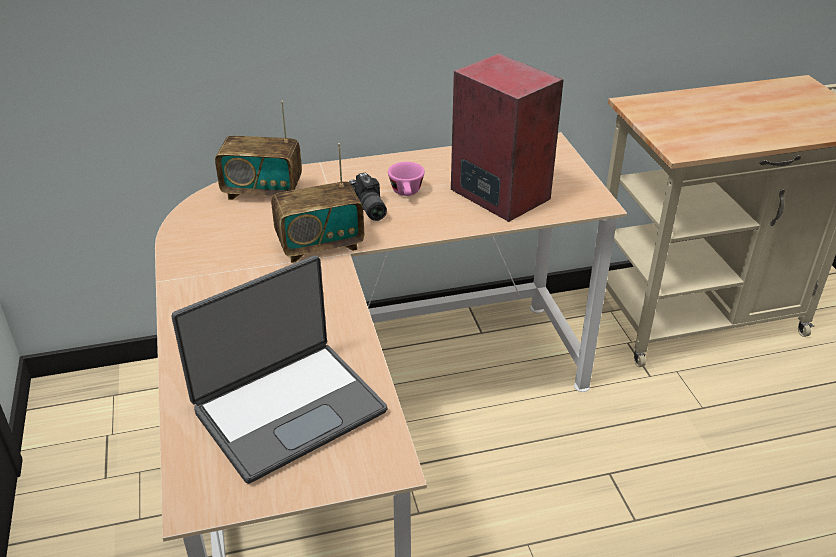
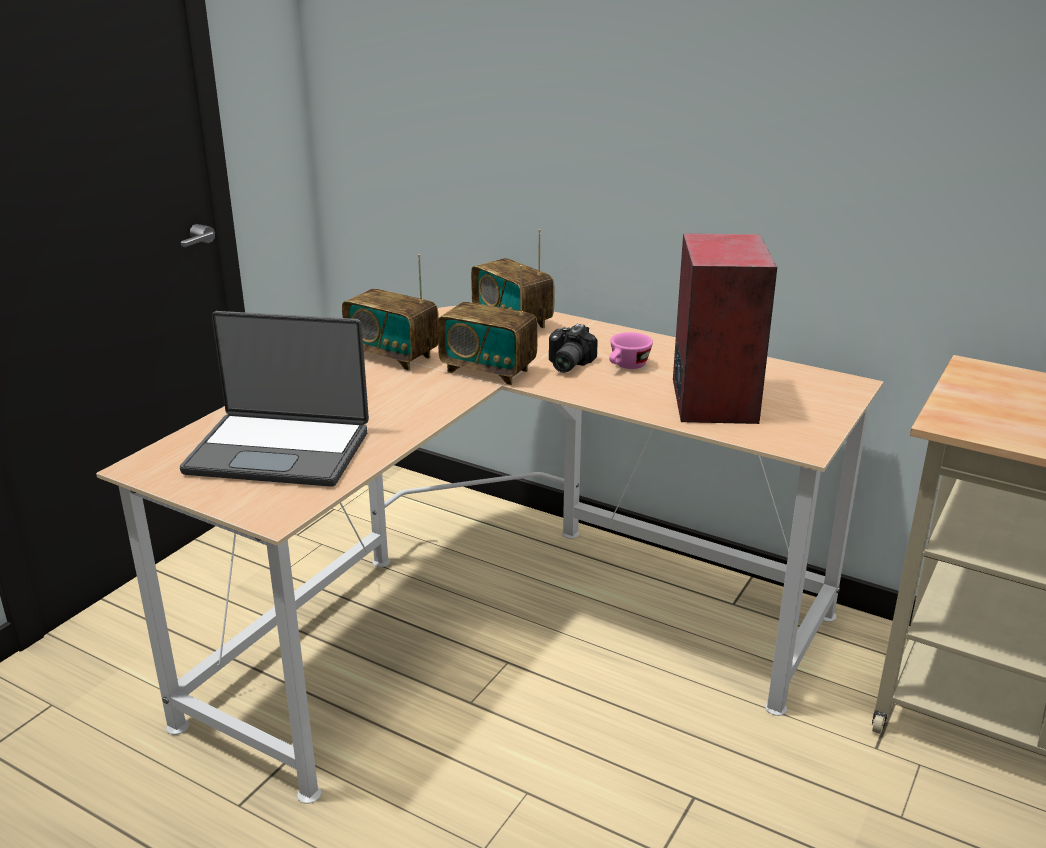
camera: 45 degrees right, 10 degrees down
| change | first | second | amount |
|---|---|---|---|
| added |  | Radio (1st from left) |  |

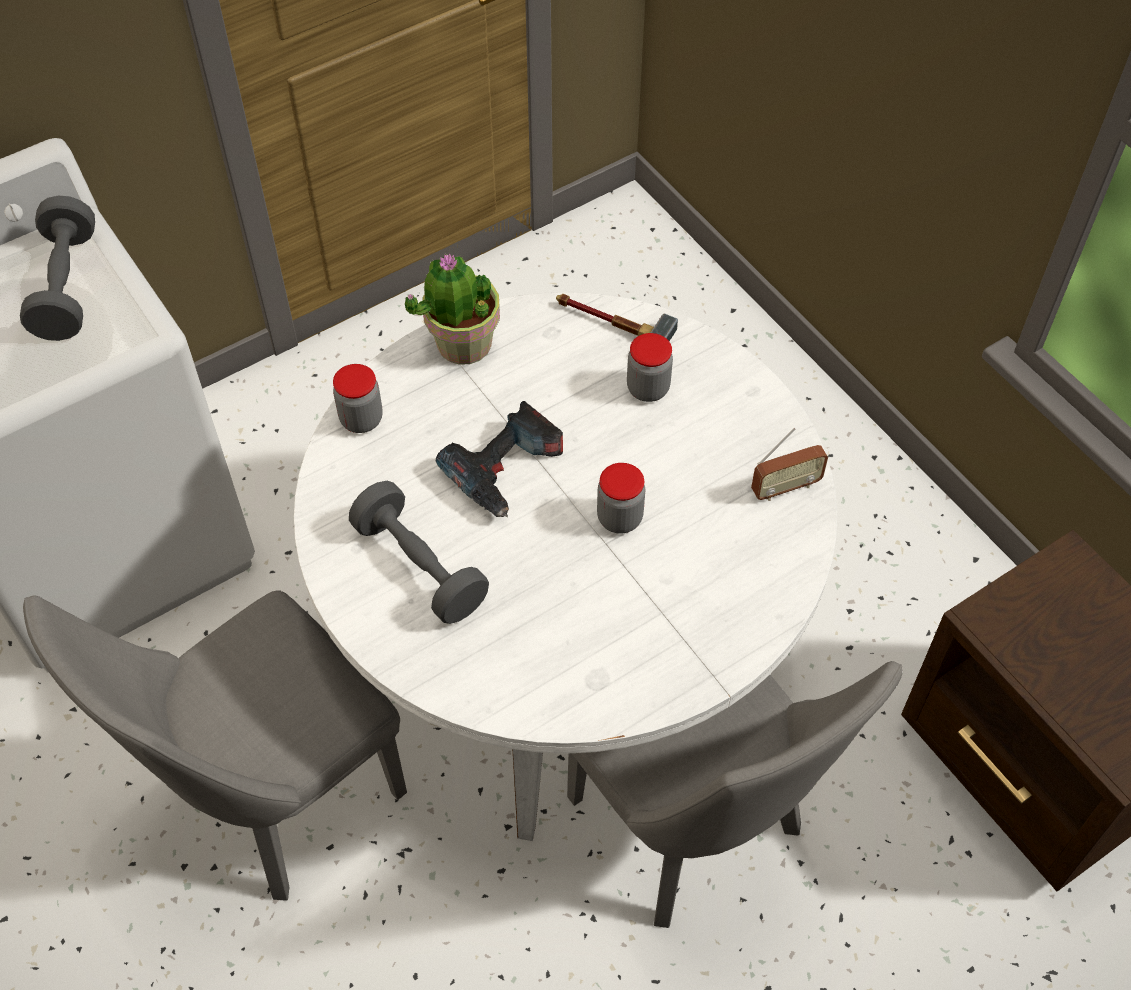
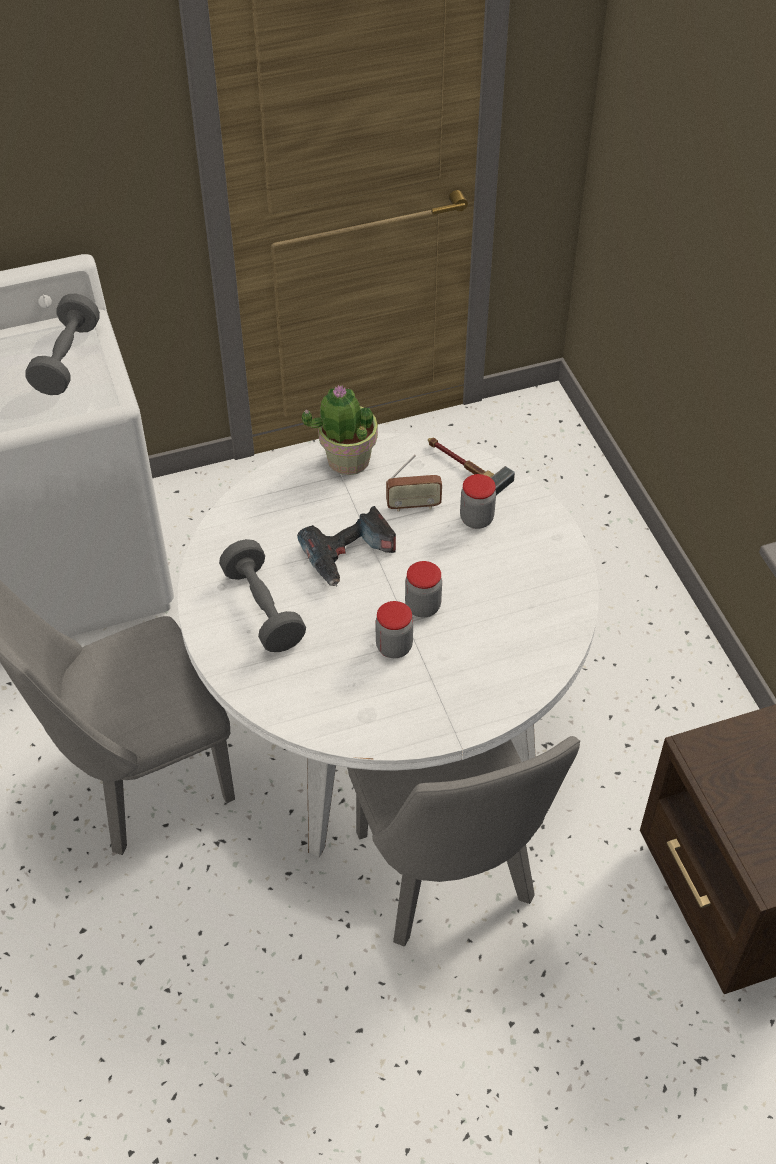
camera: 15 degrees right, 5 degrees down
| change | first | second | amount |
|---|---|---|---|
| moved | Vorratsglas (1st from left) |  |  |
| moved | Radio |  |  |

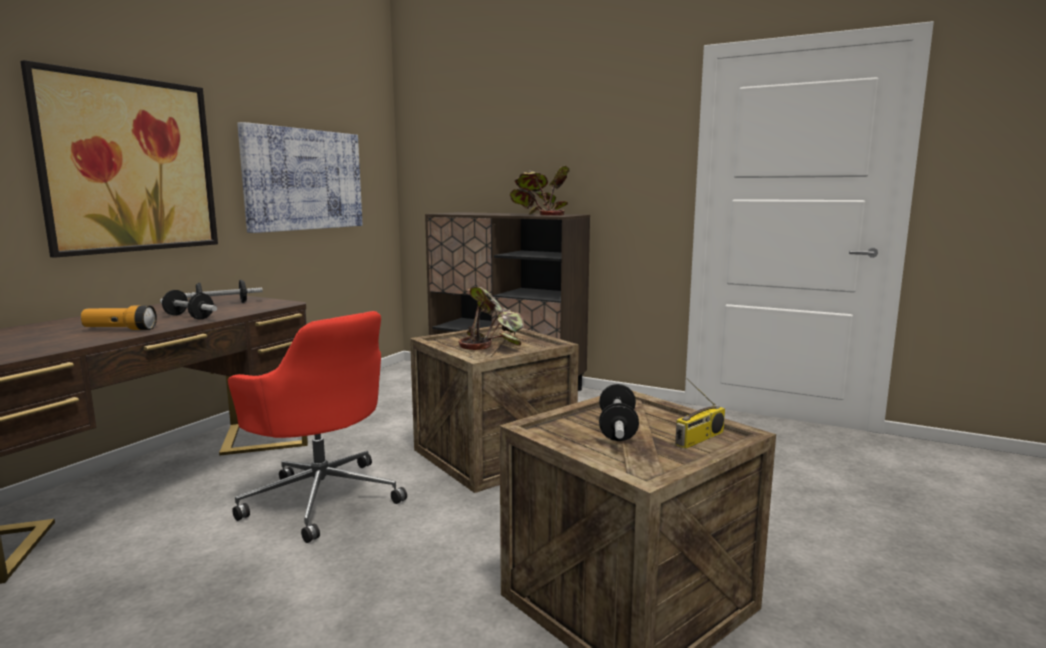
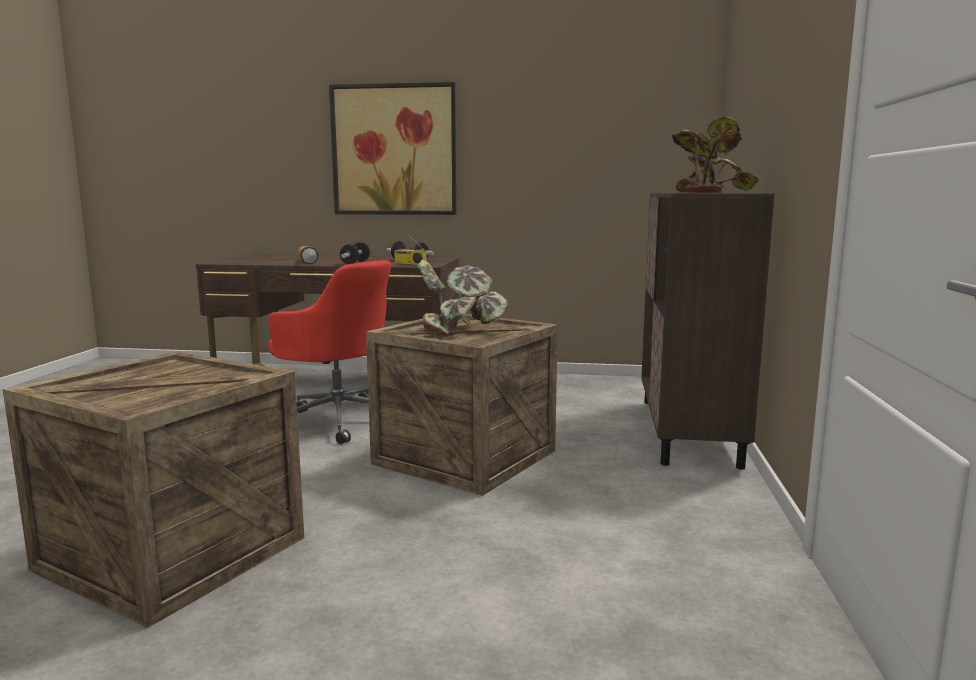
camera: 70 degrees right, 0 degrees up
| change | first | second | amount |
|---|---|---|---|
| turned | Bürostuhl (rot) |  | 75 degrees counterclockwise |
| moved | Radio |  |  |
| removed | Bild (2nd from left) |  |  |
| removed | Hantel (3rd from left) |  |  |

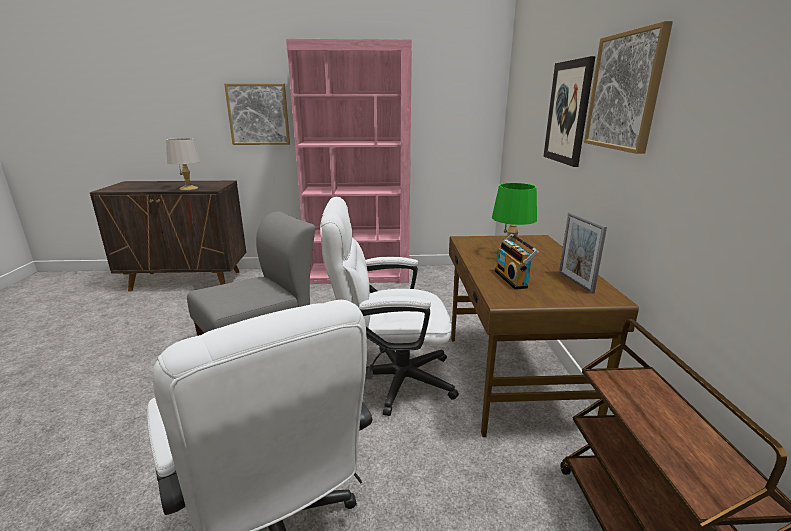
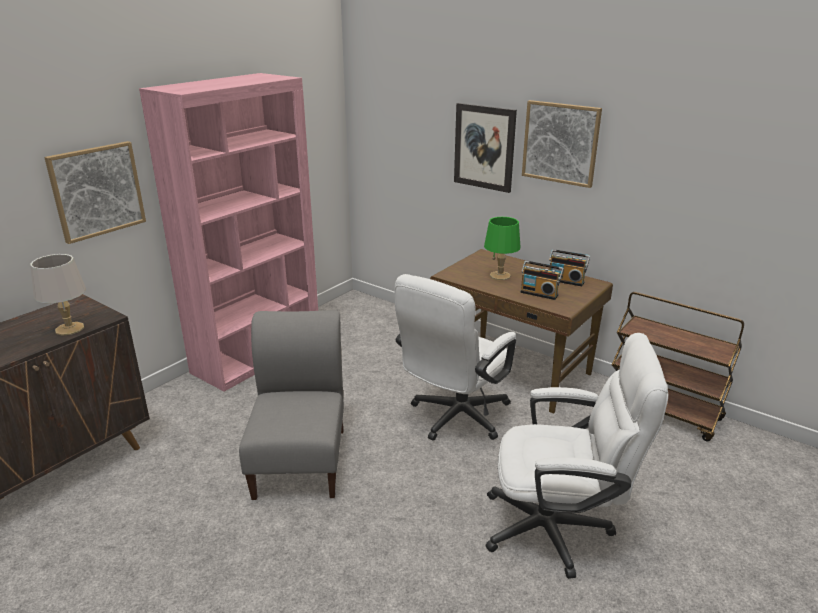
camera: 50 degrees left, 5 degrees up
| change | first | second | amount |
|---|---|---|---|
| replaced | Bilderrahmen | Radio (2nd from left) |  |

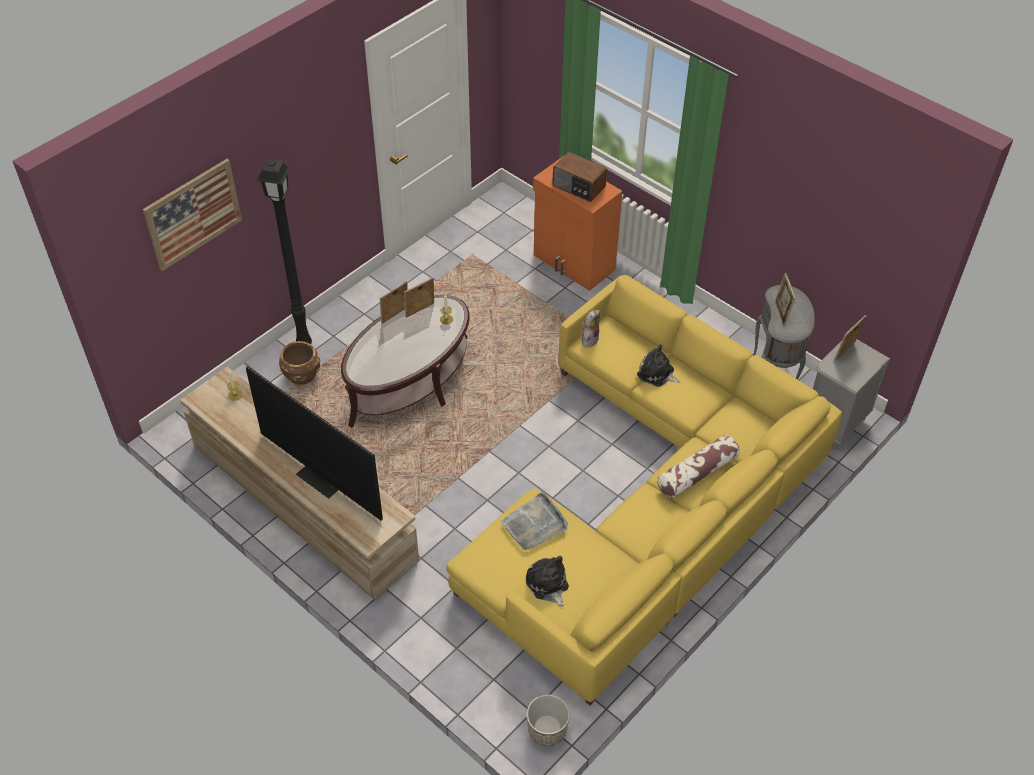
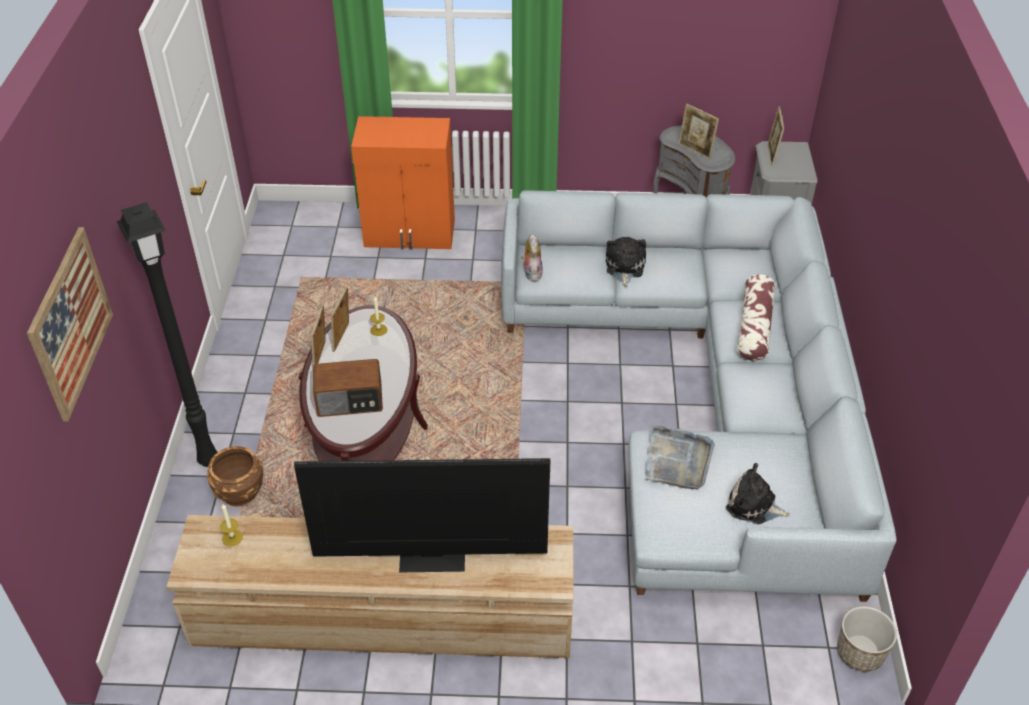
camera: 40 degrees left, 5 degrees down
| change | first | second | amount |
|---|---|---|---|
| moved | Radio |  |  |
| recoloured | Sofa (gelb) | Sofa (grau) |  |
| turned | Plüschtier (3rd from left in the first image) | Plüschtier (2nd from left) | 105 degrees clockwise |

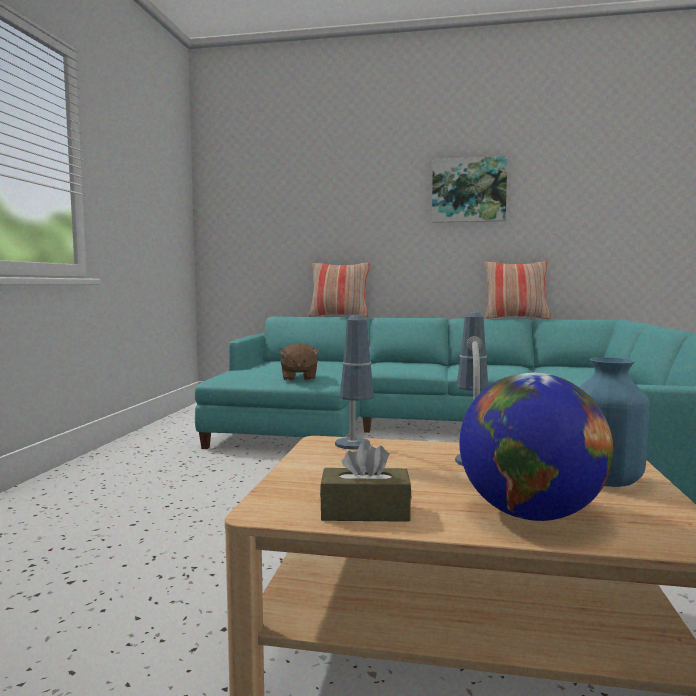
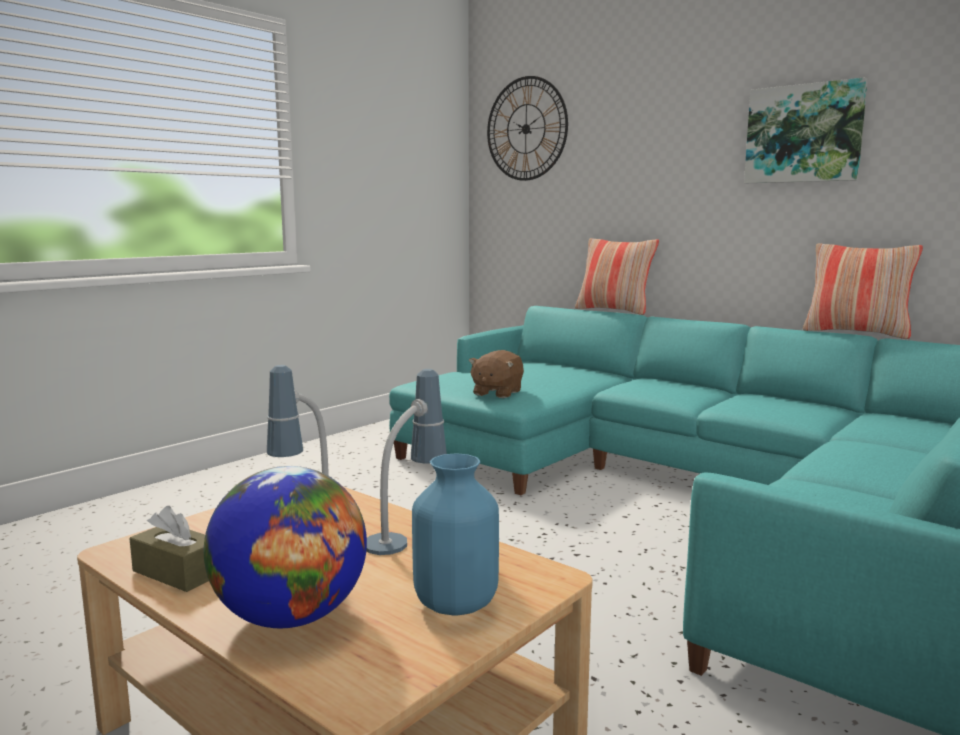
camera: 30 degrees right, 5 degrees up
| change | first | second | amount |
|---|---|---|---|
| added |  | Wanduhr |  |

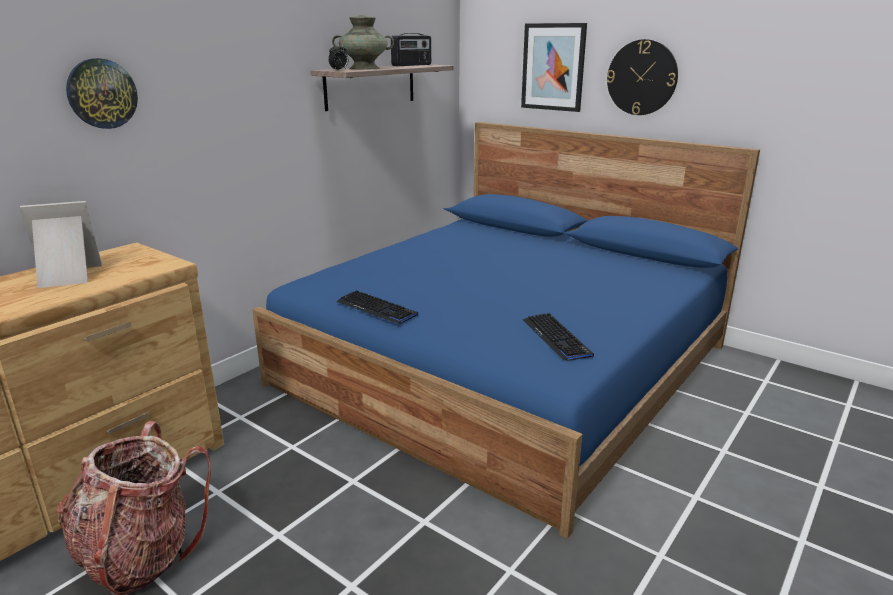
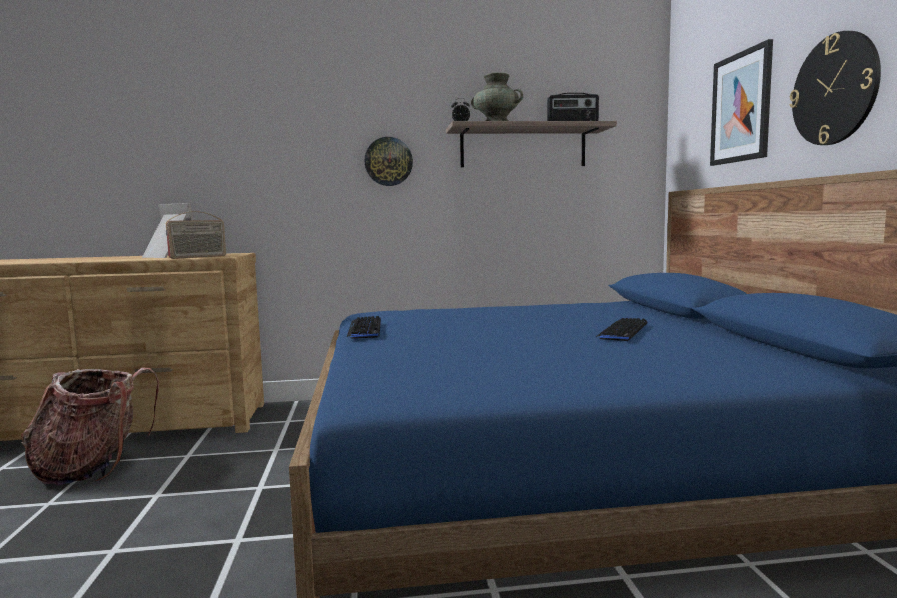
camera: 45 degrees right, 15 degrees down
| change | first | second | amount |
|---|---|---|---|
| added |  | Radio (1st from left) |  |
| moved | Wanduhr (1st from left) |  |  |
| moved | Tastatur (2nd from left) |  |  |

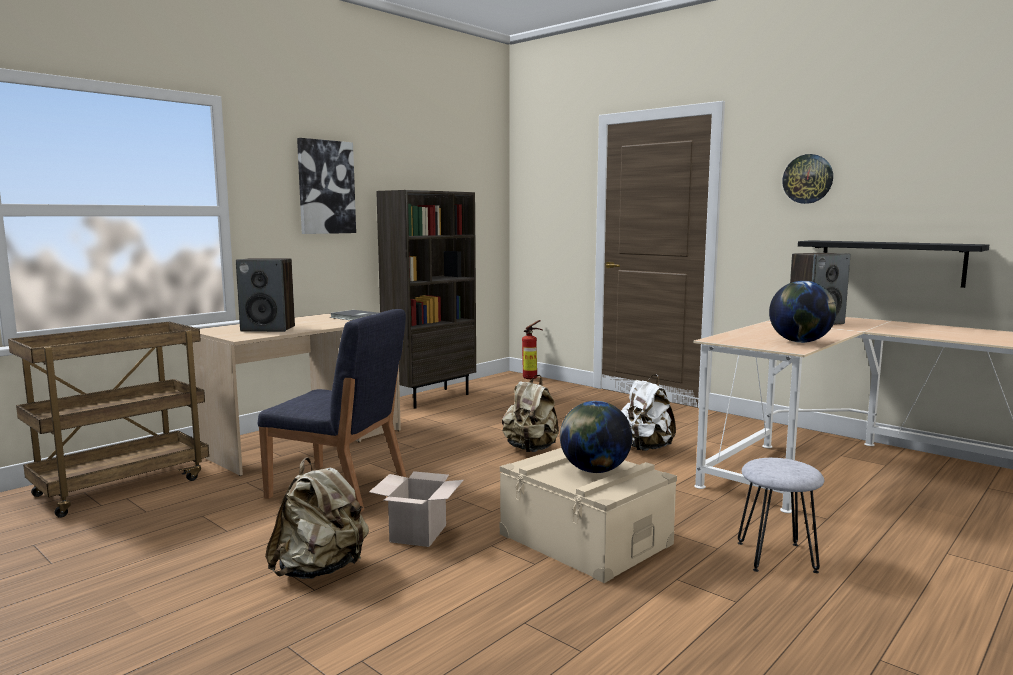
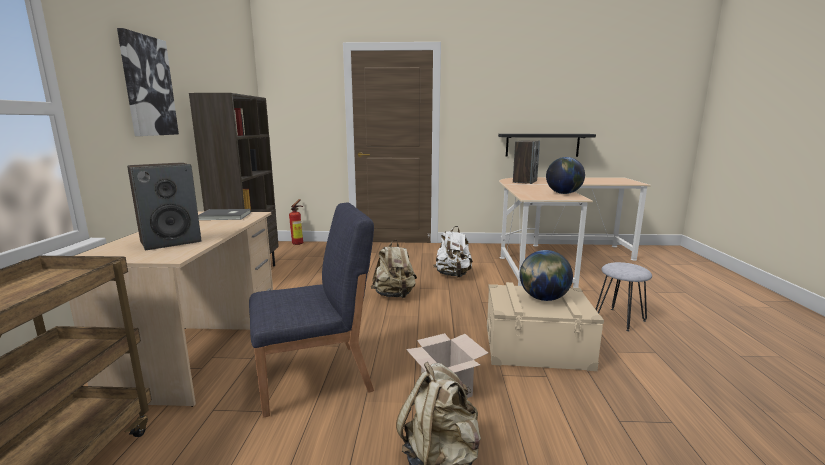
camera: 40 degrees left, 5 degrees up
| change | first | second | amount |
|---|---|---|---|
| removed | Wanduhr |  |  |

